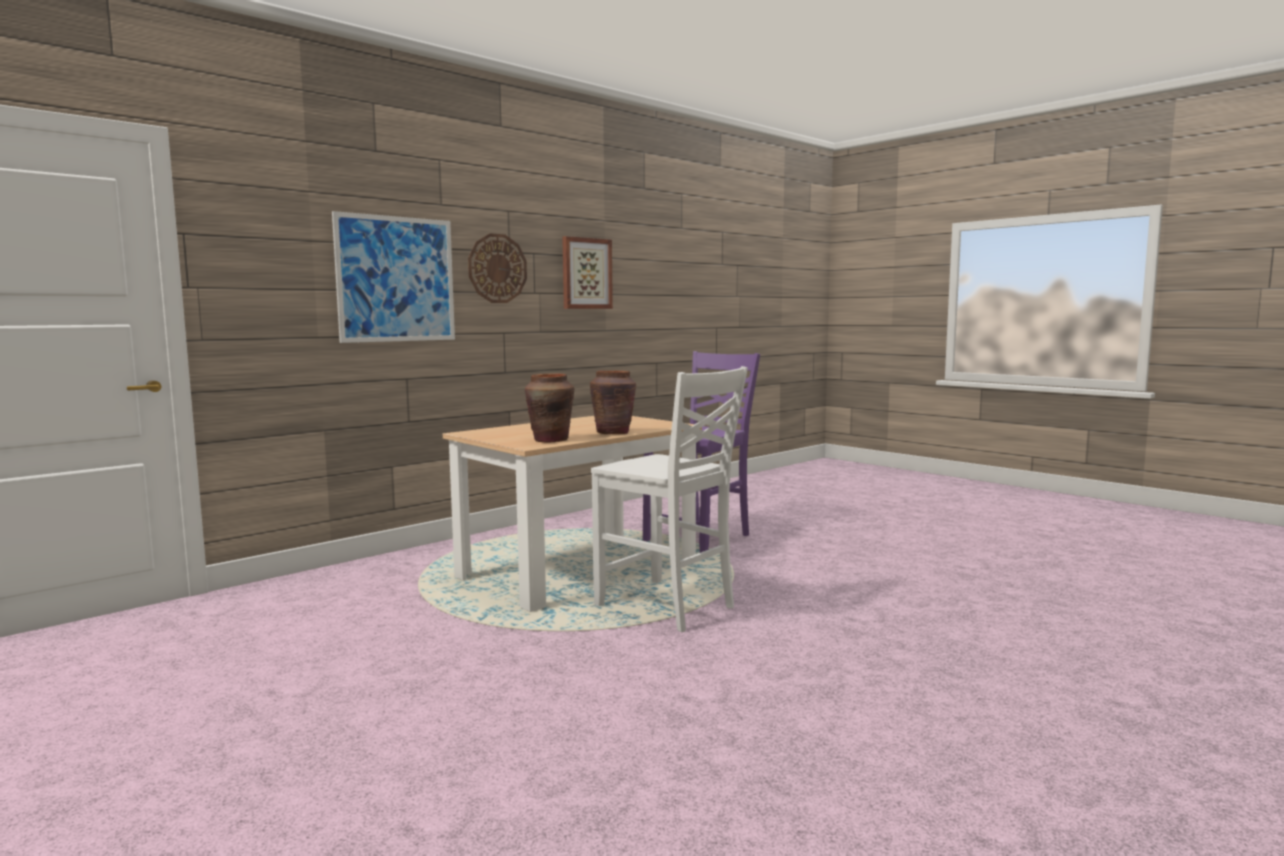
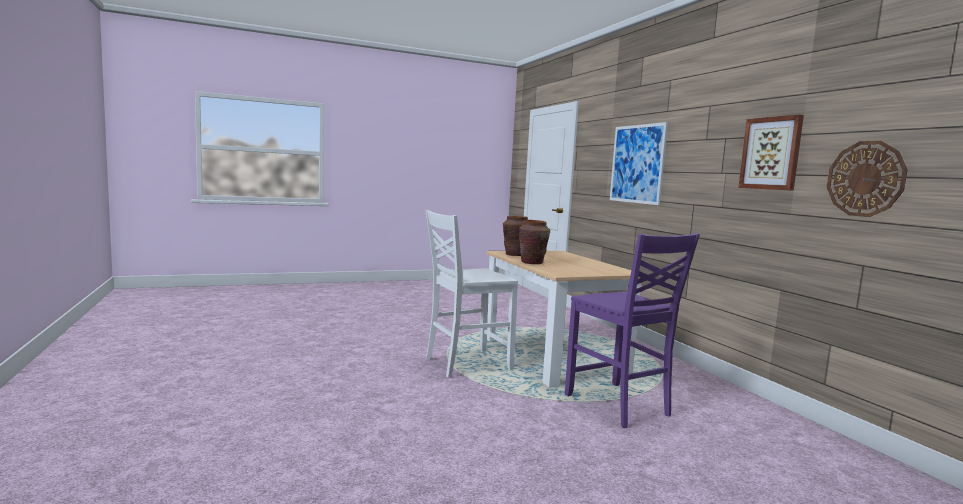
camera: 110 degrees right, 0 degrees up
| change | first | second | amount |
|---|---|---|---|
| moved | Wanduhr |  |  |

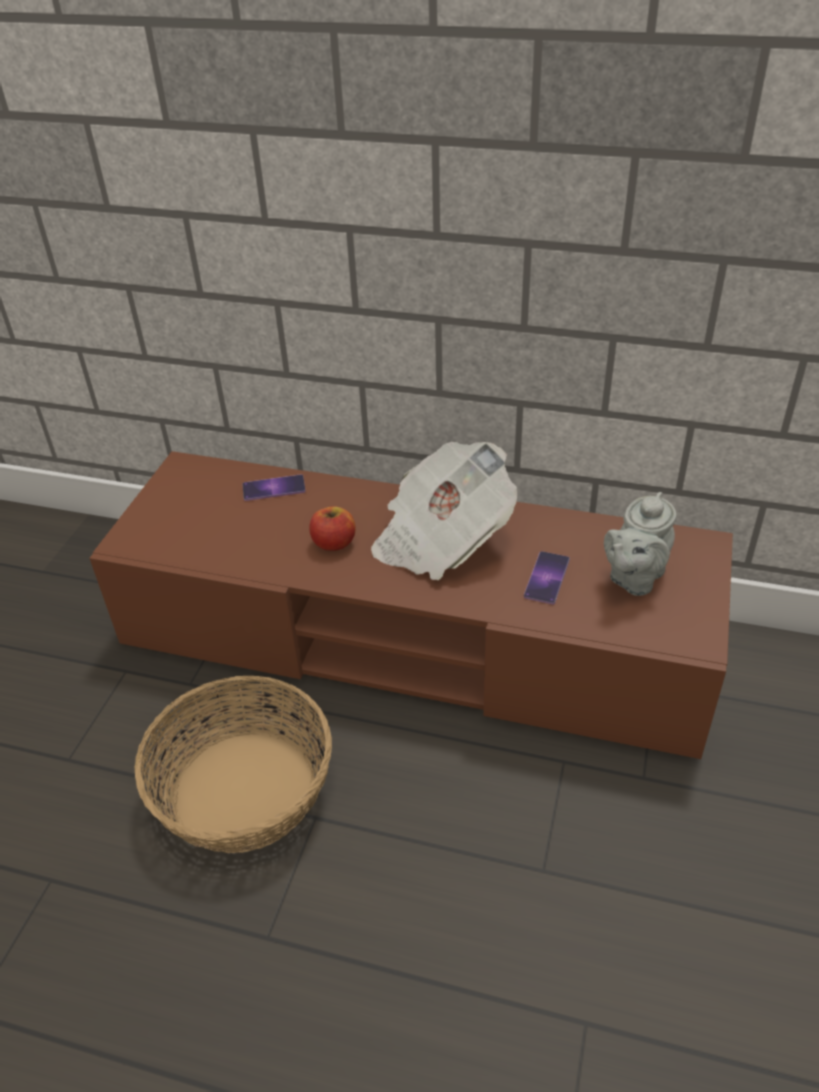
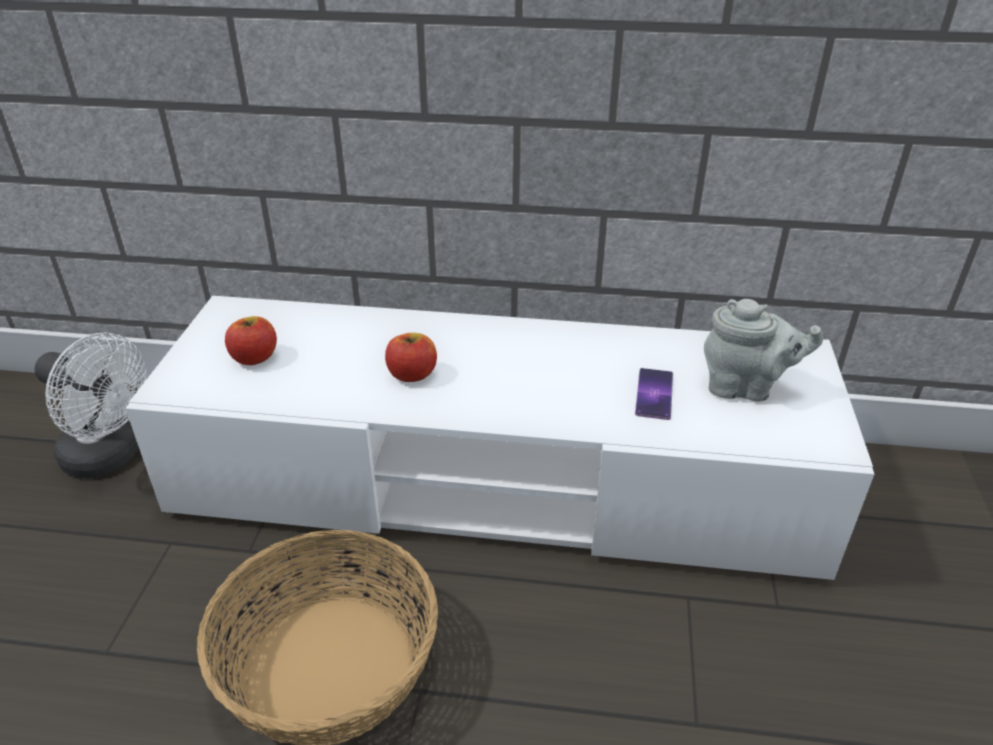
camera: 10 degrees left, 5 degrees down
| change | first | second | amount |
|---|---|---|---|
| added |  | Ventilator (weiß) |  |
| recoloured | Fernsehschrank (braun) | Fernsehschrank (weiß) |  |
| added |  | Apfel (1st from left) |  |
| turned | Teekanne (grau) |  | 105 degrees counterclockwise |
| removed | Handy (1st from left) |  |  |
| removed | Zeitung |  |  |

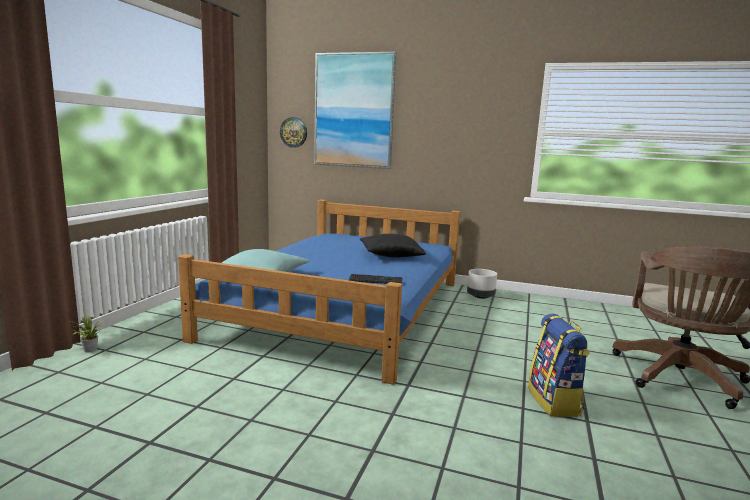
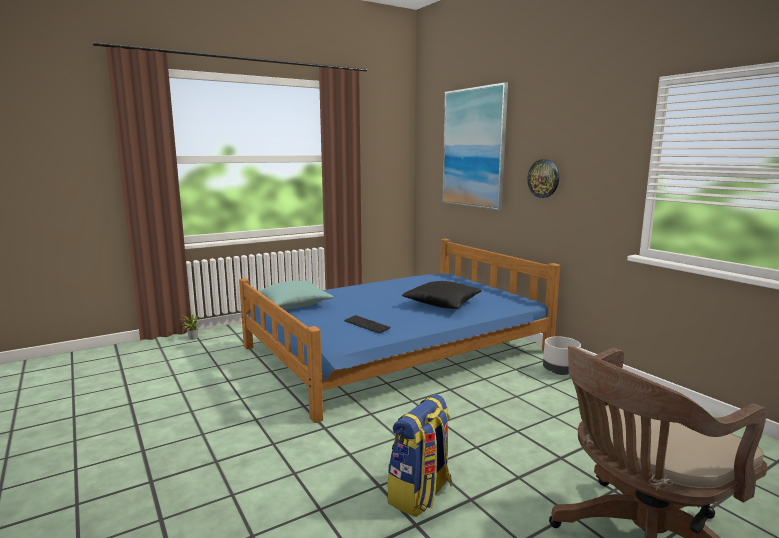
camera: 40 degrees right, 0 degrees up
| change | first | second | amount |
|---|---|---|---|
| moved | Wanduhr |  |  |

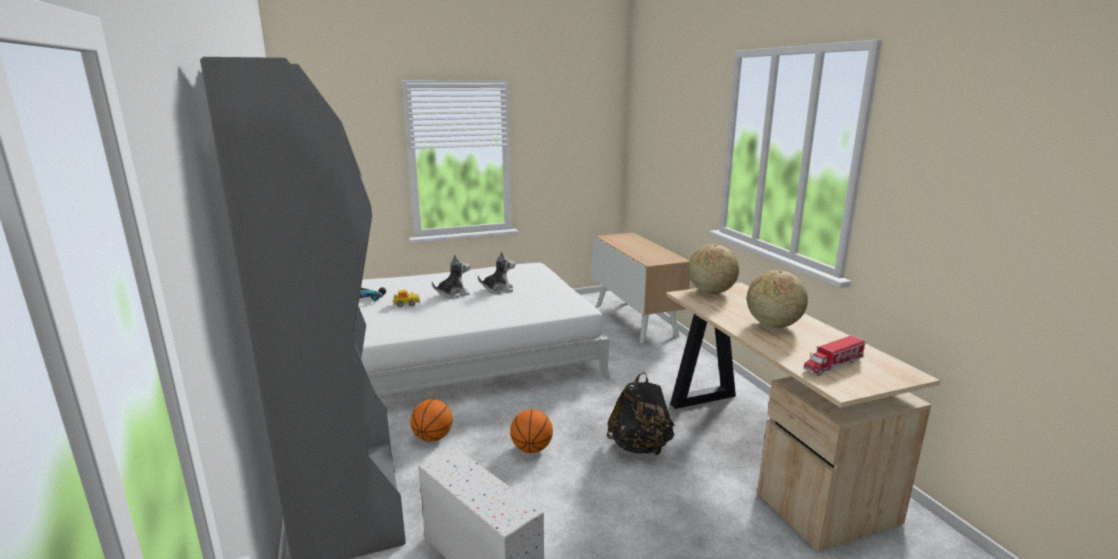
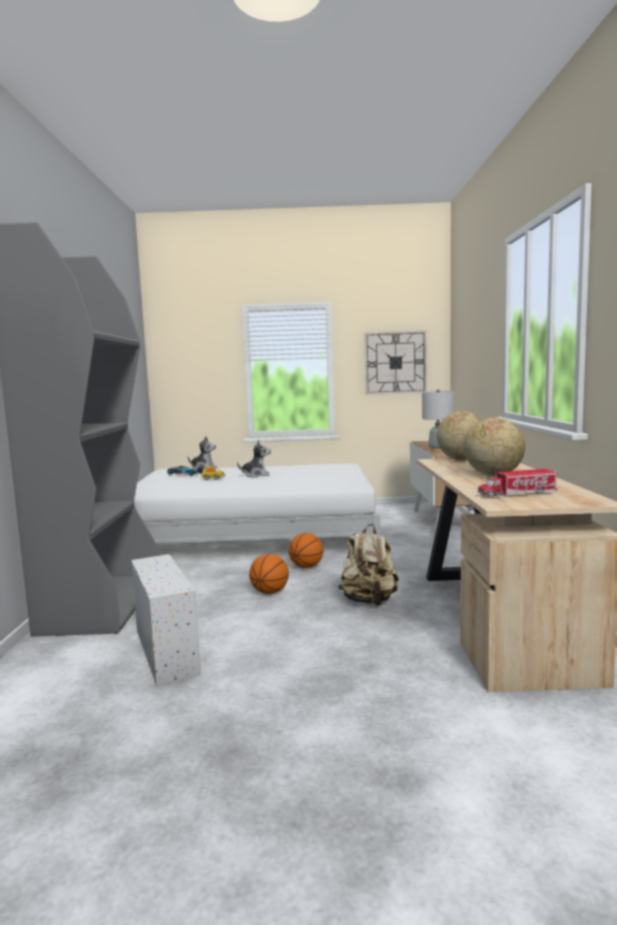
camera: 20 degrees right, 10 degrees down
| change | first | second | amount |
|---|---|---|---|
| moved | Plüschtier (2nd from left in the first image) | Plüschtier (1st from left) |  |
| moved | Basketball (1st from left in the first image) | Basketball (2nd from left) |  |
| recoloured | Rucksack (schwarz) | Rucksack (beige) |  |
| added |  | Wanduhr |  |
| added |  | Tischlampe (grau) |  |

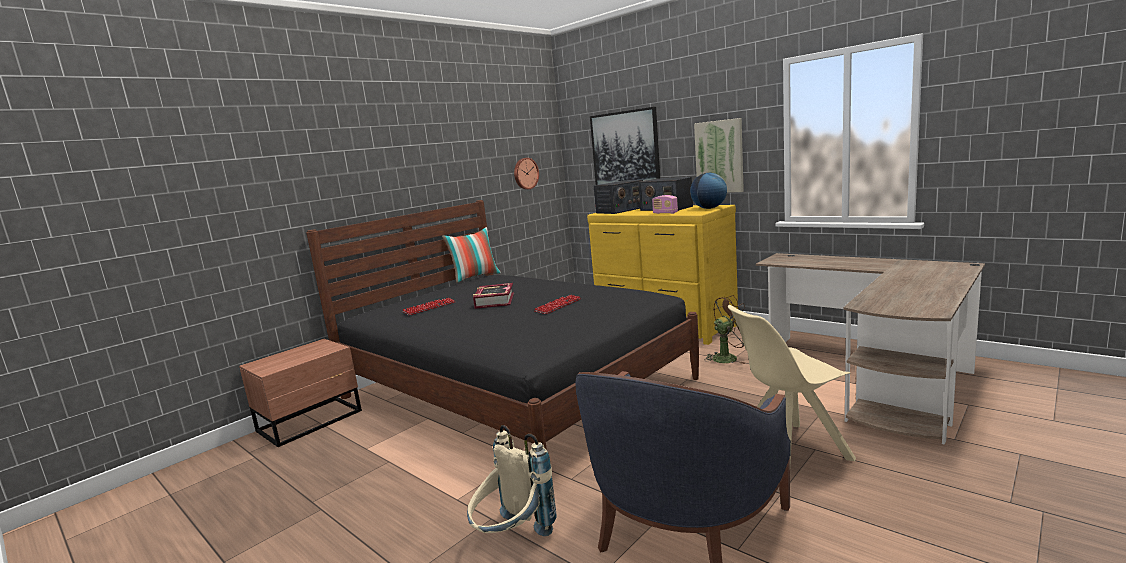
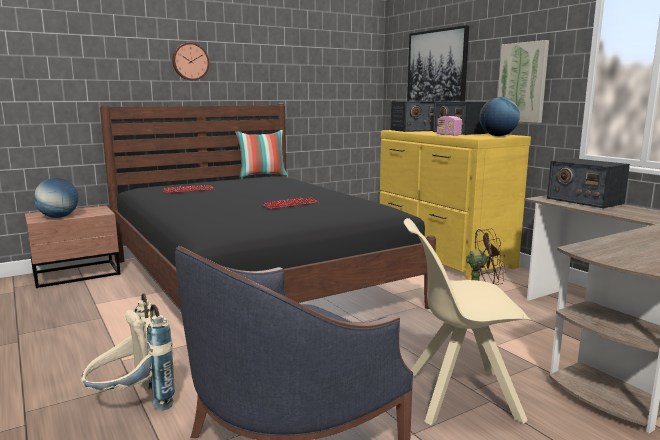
camera: 15 degrees right, 0 degrees up
| change | first | second | amount |
|---|---|---|---|
| added |  | Globus (1st from left) |  |
| moved | Wanduhr |  |  |
| added |  | Radio (4th from left) |  |
| removed | Buch |  |  |

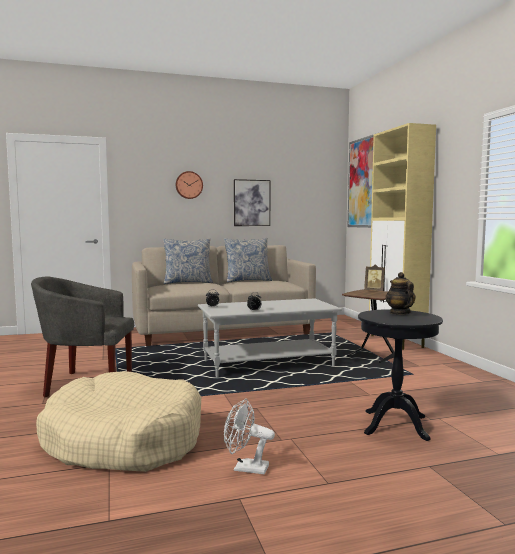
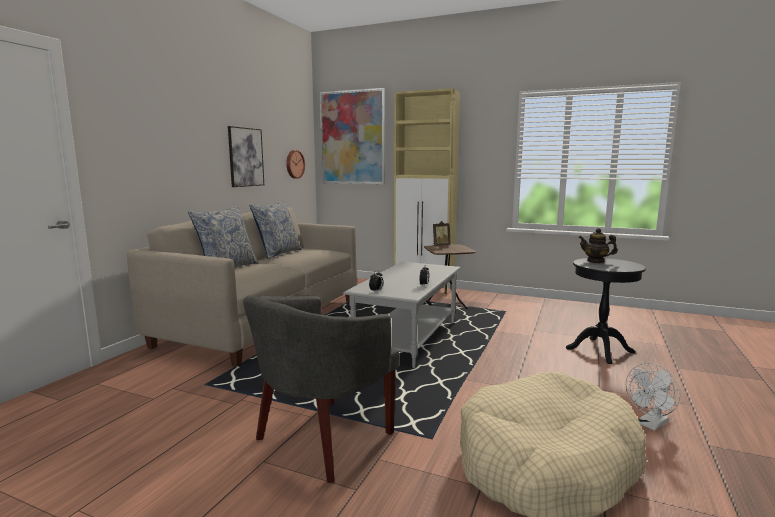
camera: 50 degrees left, 5 degrees up
| change | first | second | amount |
|---|---|---|---|
| moved | Wanduhr |  |  |

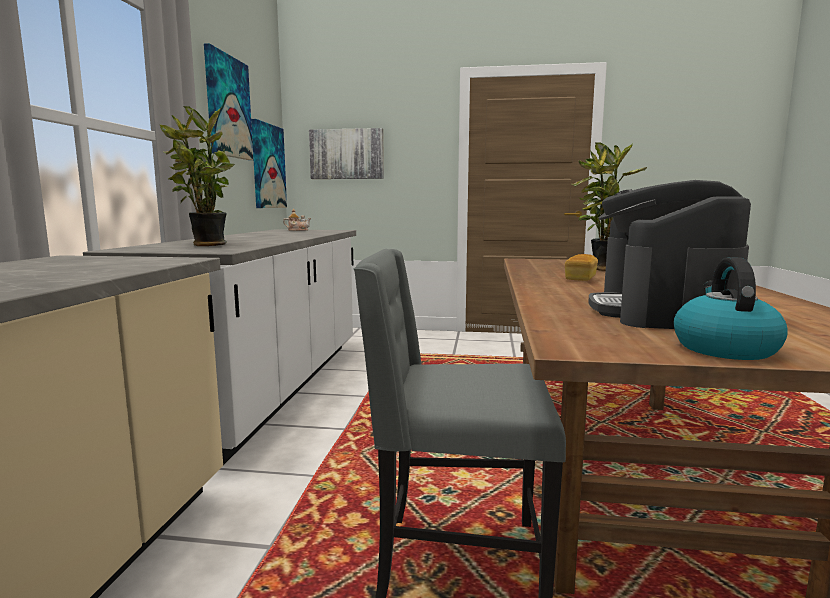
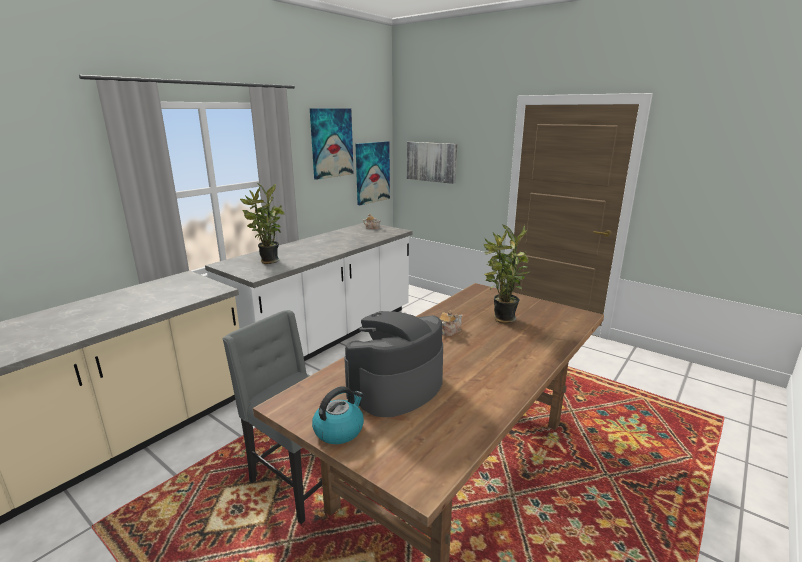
camera: 30 degrees right, 10 degrees up
| change | first | second | amount |
|---|---|---|---|
| replaced | Brot | Teekanne (2nd from left) |  |

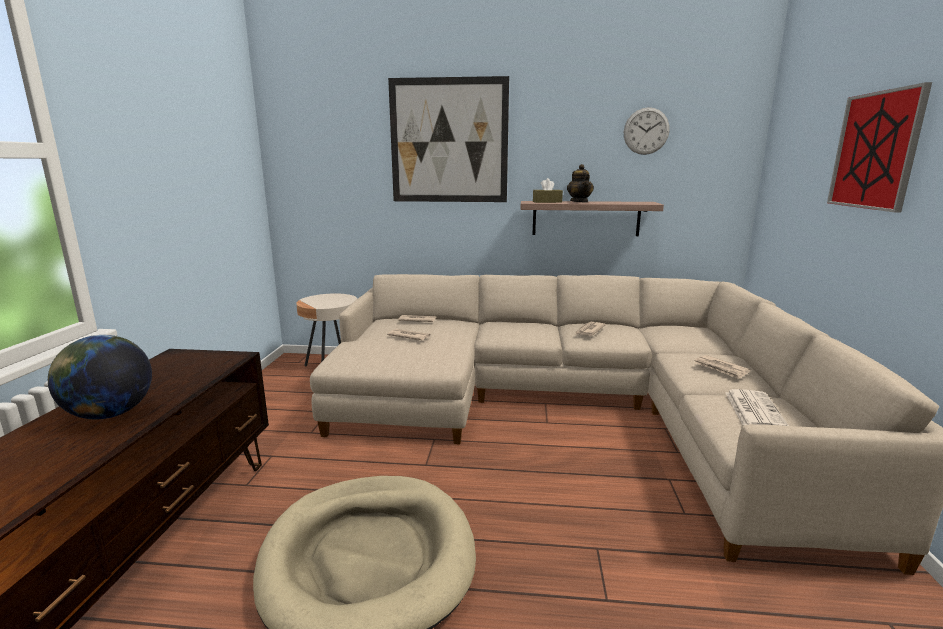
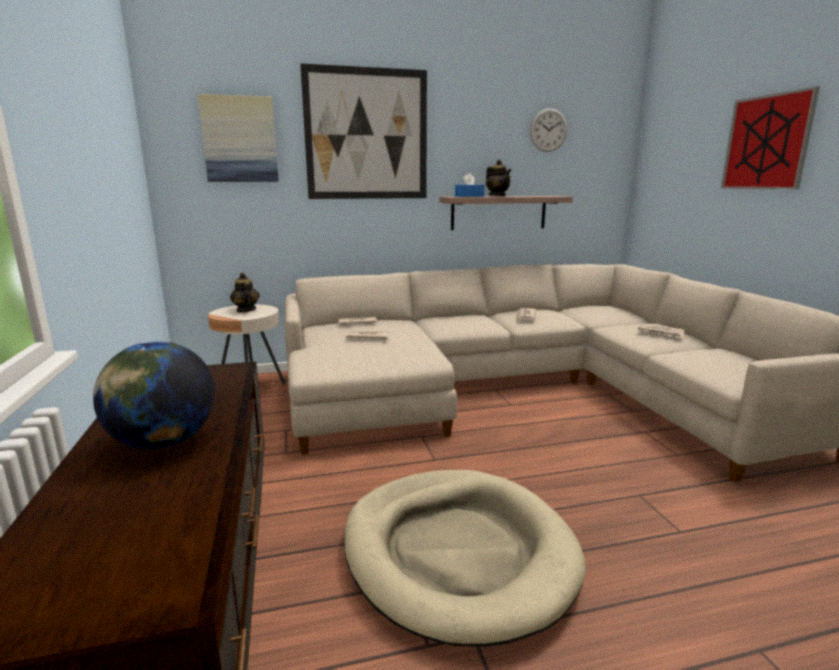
camera: 20 degrees left, 0 degrees up
| change | first | second | amount |
|---|---|---|---|
| added |  | Bild (1st from left) |  |
| added |  | Teekanne (1st from left) |  |
| recoloured | Taschentuchbox (braun) | Taschentuchbox (blau) |  |
| removed | Zeitung (5th from left) |  |  |

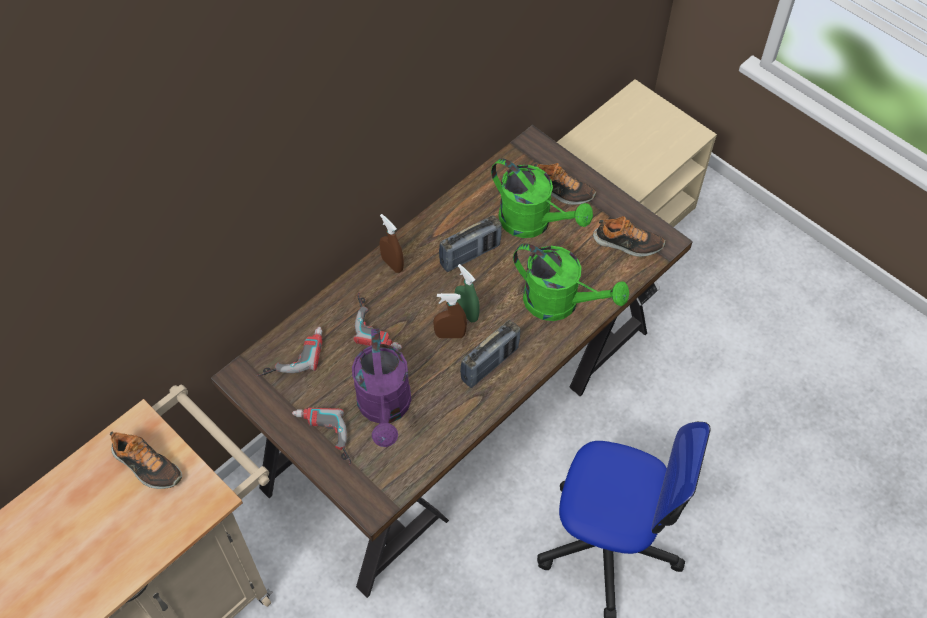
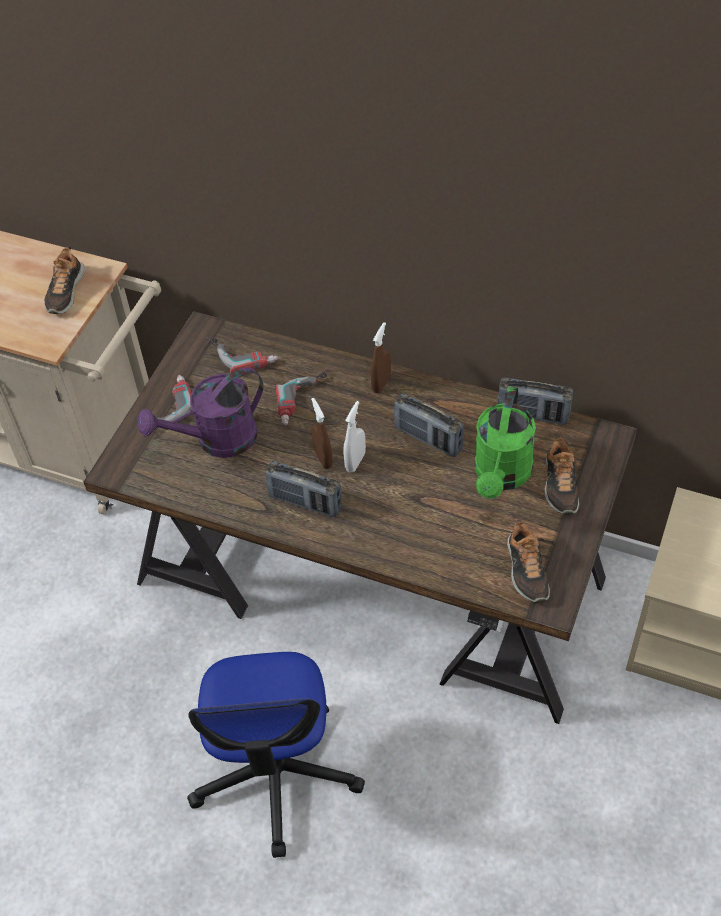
camera: 70 degrees right, 5 degrees down
| change | first | second | amount |
|---|---|---|---|
| recoloured | Sprühflasche (grün) | Sprühflasche (weiß) |  |
| added |  | Radio (3rd from left) |  |
| removed | Gießkanne (grün) (2nd from left) |  |  |

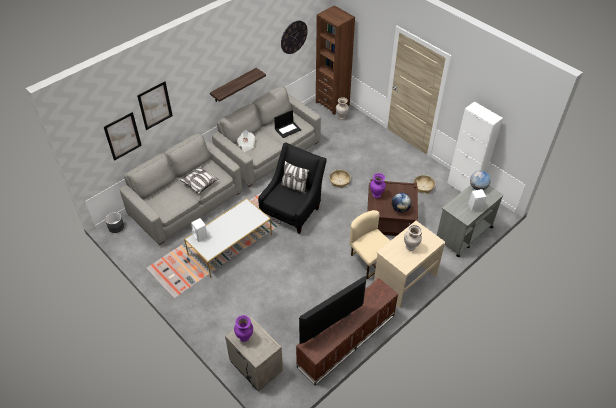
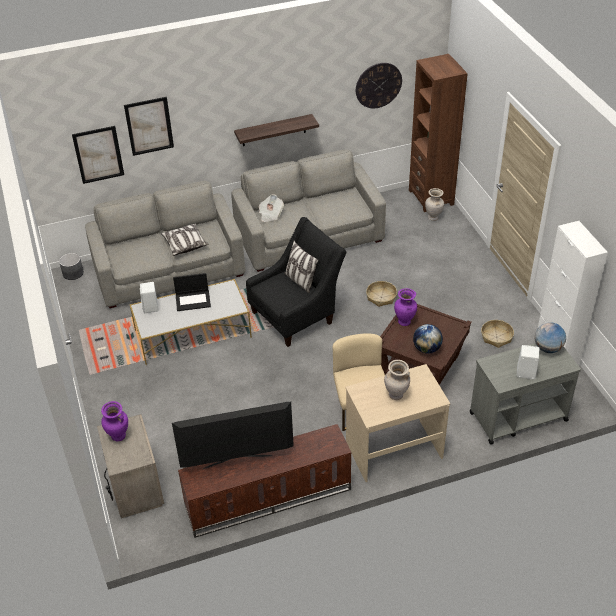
camera: 25 degrees right, 5 degrees down
| change | first | second | amount |
|---|---|---|---|
| moved | Laptop |  |  |

